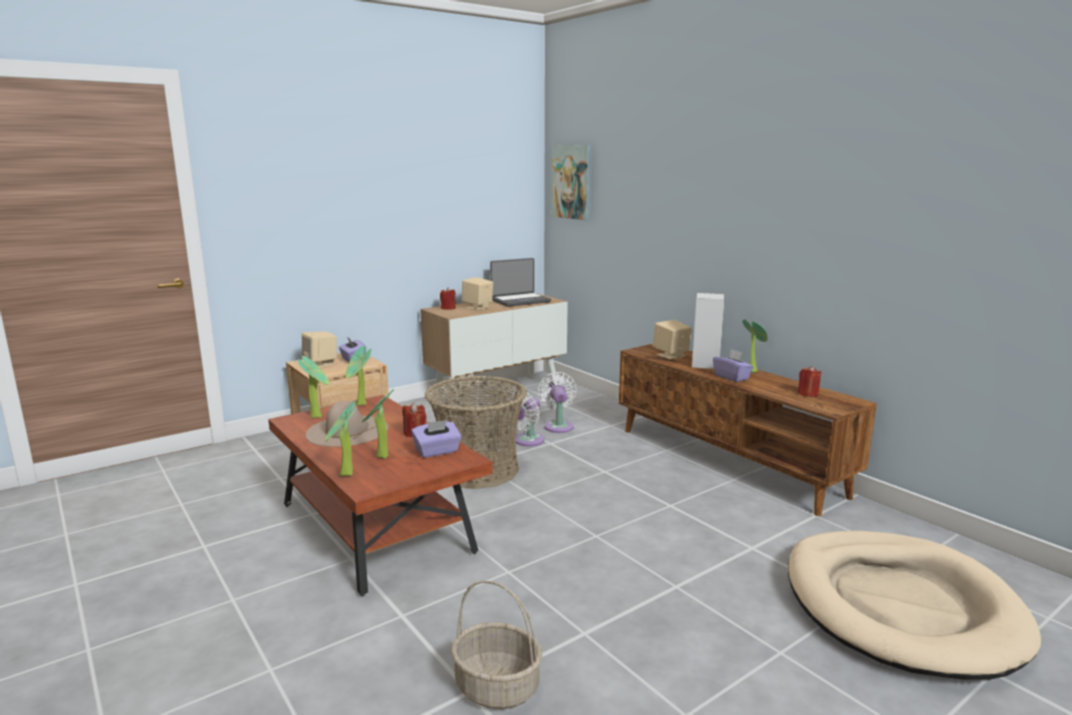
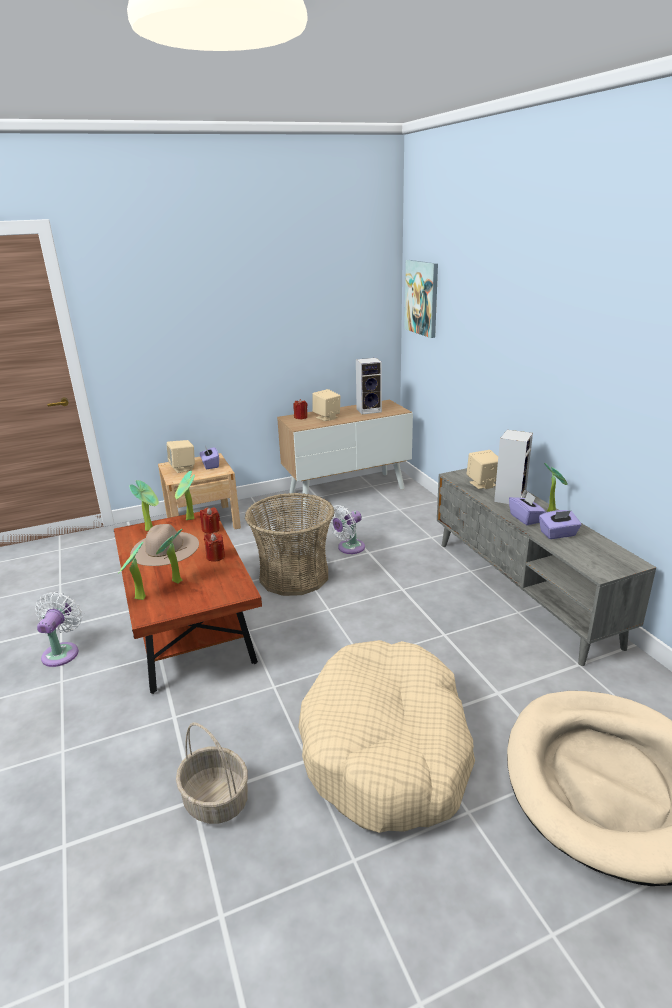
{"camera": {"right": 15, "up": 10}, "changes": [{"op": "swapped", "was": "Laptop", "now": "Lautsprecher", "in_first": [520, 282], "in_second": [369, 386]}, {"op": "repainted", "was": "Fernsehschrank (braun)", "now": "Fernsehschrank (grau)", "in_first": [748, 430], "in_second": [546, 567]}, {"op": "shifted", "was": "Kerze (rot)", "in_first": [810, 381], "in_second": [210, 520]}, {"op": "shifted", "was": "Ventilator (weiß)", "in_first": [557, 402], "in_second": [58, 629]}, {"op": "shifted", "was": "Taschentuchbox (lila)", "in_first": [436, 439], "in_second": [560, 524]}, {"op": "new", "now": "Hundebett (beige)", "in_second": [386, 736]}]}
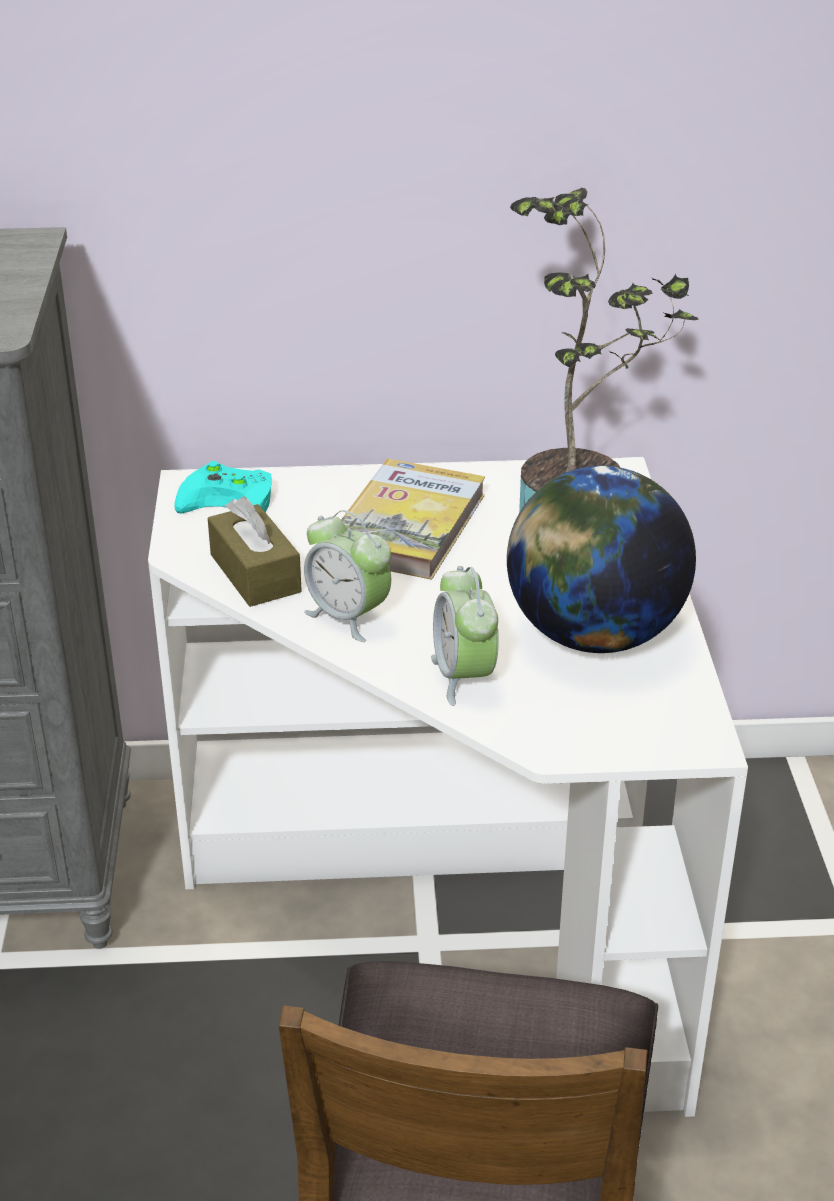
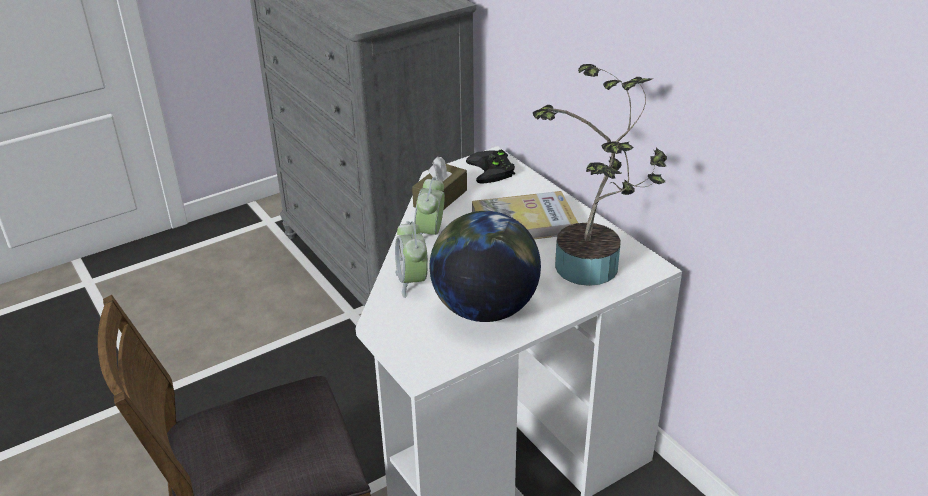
{"camera": {"right": 60, "up": 0}, "changes": [{"op": "repainted", "was": "Gamepad (türkis)", "now": "Gamepad (schwarz)", "in_first": [223, 487], "in_second": [490, 167]}, {"op": "rotated", "was": "Wecker", "in_first": [465, 636], "in_second": [411, 259], "clockwise": -60}]}
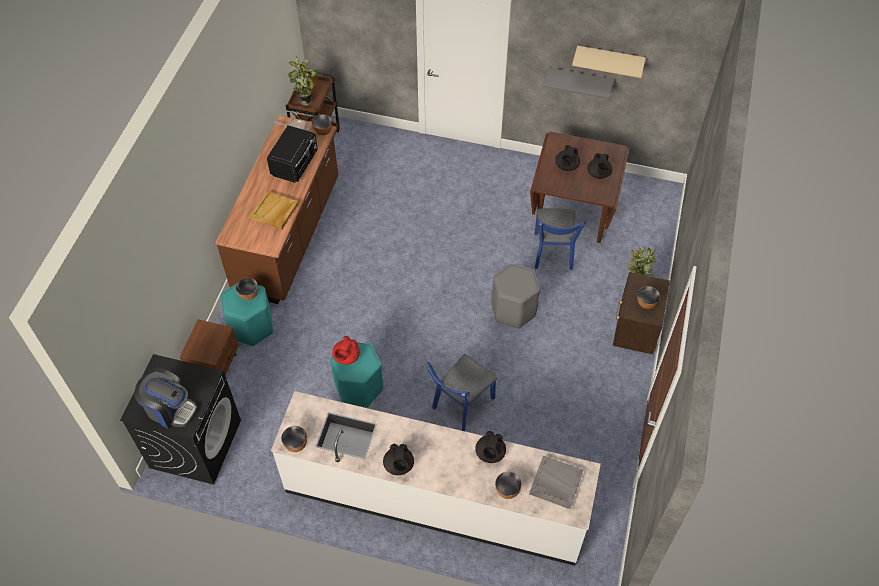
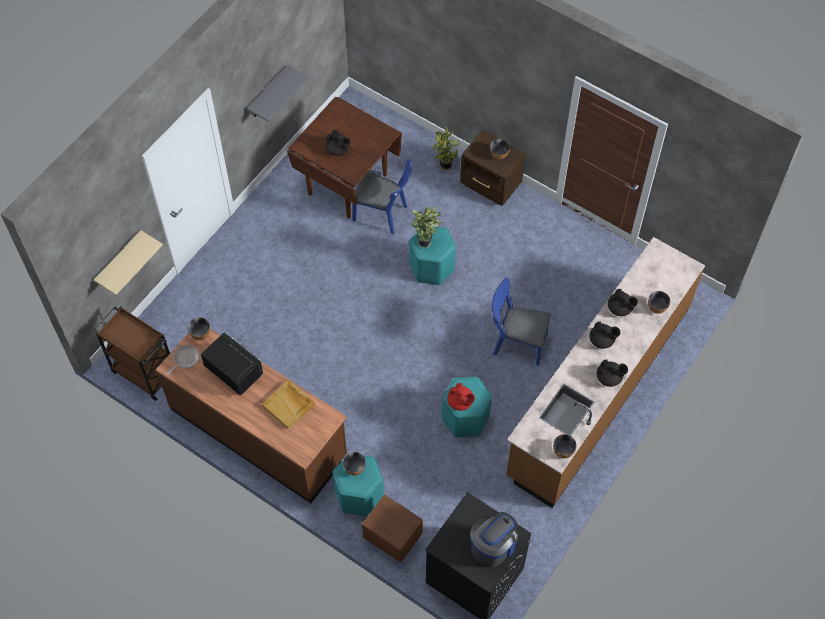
{"camera": {"right": -70, "up": 5}, "changes": [{"op": "shifted", "was": "Wandregal (beige)", "in_first": [609, 61], "in_second": [128, 262]}, {"op": "shifted", "was": "Topfpflanze", "in_first": [303, 81], "in_second": [427, 227]}, {"op": "shifted", "was": "Teekanne (schwarz)", "in_first": [599, 166], "in_second": [604, 335]}, {"op": "repainted", "was": "Hocker (grau)", "now": "Hocker (türkis)", "in_first": [515, 296], "in_second": [432, 256]}, {"op": "rotated", "was": "Stuhl (blau)", "in_first": [461, 392], "in_second": [521, 321], "clockwise": 135}, {"op": "repainted", "was": "Küchenzeile (weiß)", "now": "Küchenzeile (braun)", "in_first": [436, 478], "in_second": [605, 372]}, {"op": "gone", "was": "Tablett (grau)", "in_first": [556, 482]}]}
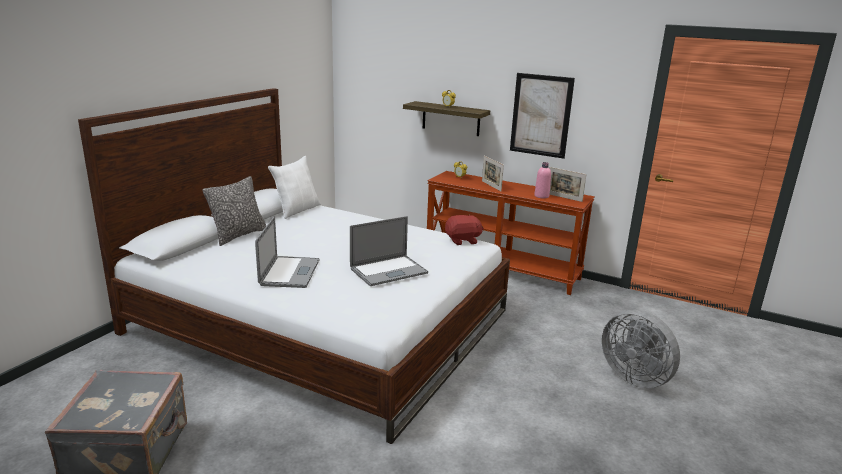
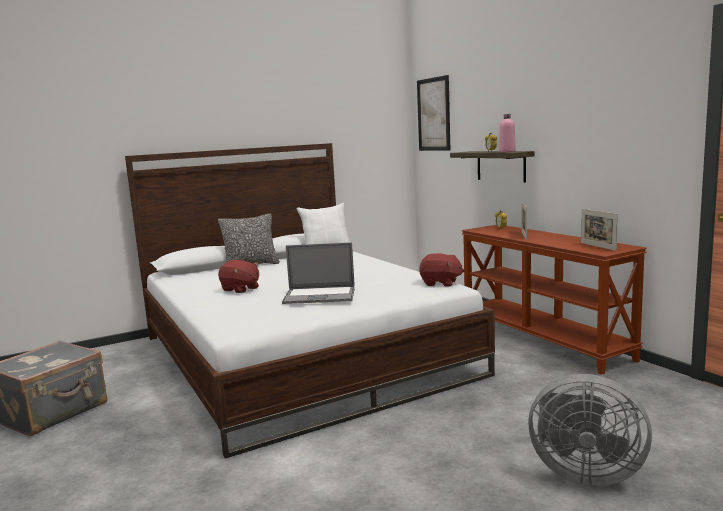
{"camera": {"right": 35, "up": -10}, "changes": [{"op": "shifted", "was": "Bild", "in_first": [542, 116], "in_second": [433, 113]}, {"op": "shifted", "was": "Flasche (rosa)", "in_first": [542, 180], "in_second": [507, 133]}, {"op": "swapped", "was": "Laptop", "now": "Plüschtier (rot)", "in_first": [287, 252], "in_second": [238, 276]}, {"op": "rotated", "was": "Ventilator (grau)", "in_first": [641, 349], "in_second": [590, 430], "clockwise": -60}]}
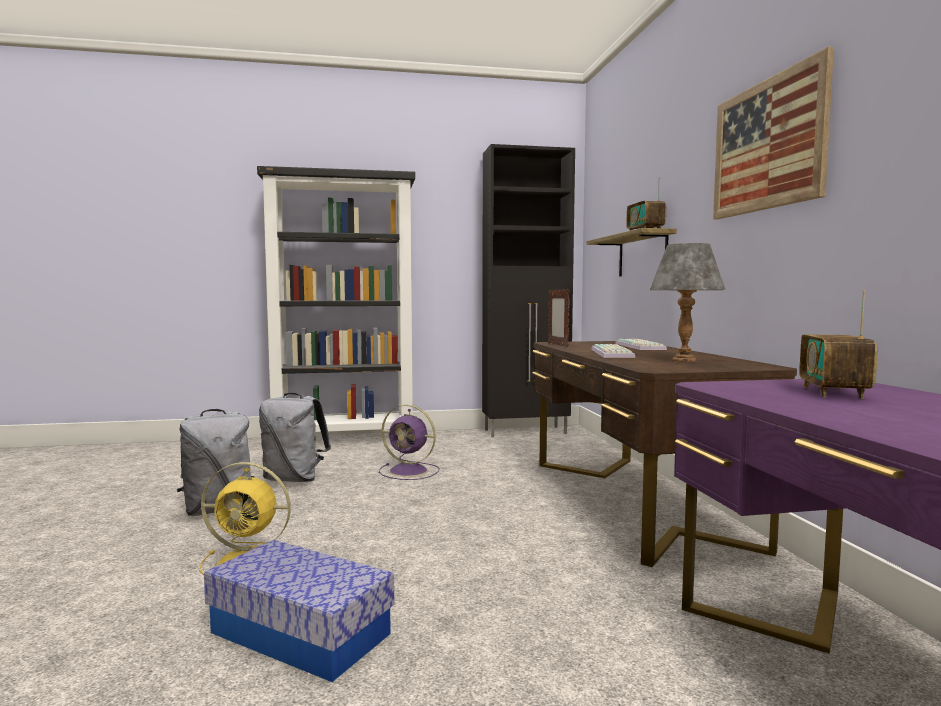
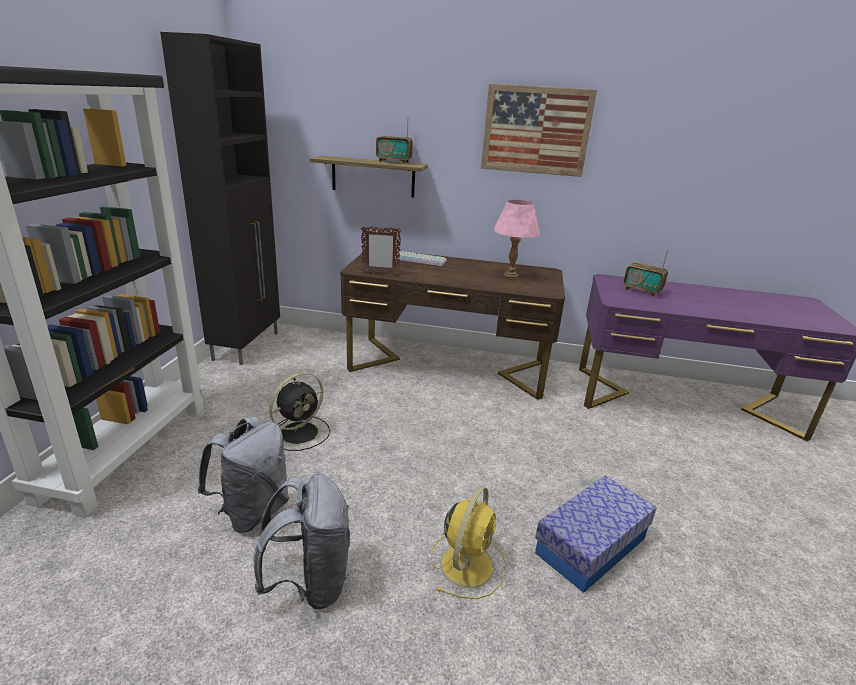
{"camera": {"right": -70, "up": 20}, "changes": [{"op": "repainted", "was": "Tischlampe (grau)", "now": "Tischlampe (rosa)", "in_first": [687, 302], "in_second": [516, 239]}, {"op": "gone", "was": "Tastatur", "in_first": [613, 351]}, {"op": "repainted", "was": "Ventilator (lila)", "now": "Ventilator (schwarz)", "in_first": [409, 442], "in_second": [299, 412]}]}
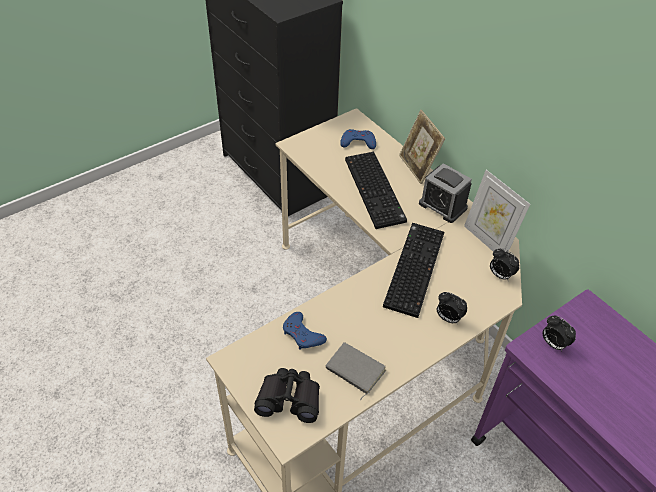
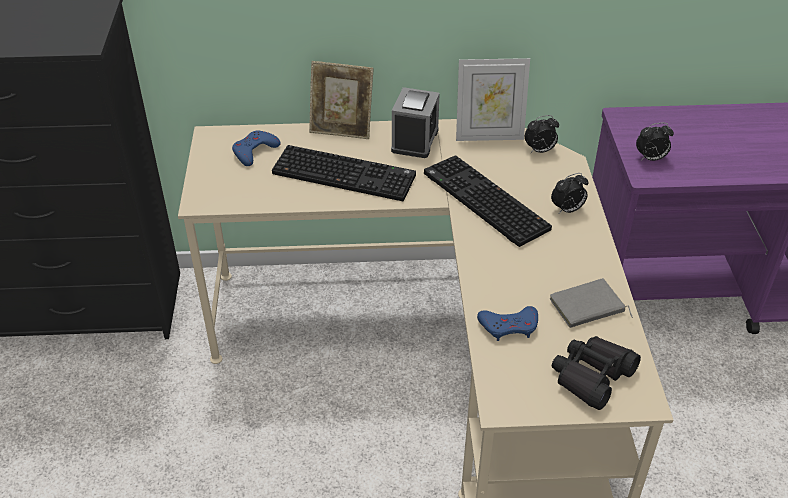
{"camera": {"right": -55, "up": -5}, "changes": [{"op": "rotated", "was": "Wecker", "in_first": [445, 193], "in_second": [415, 122], "clockwise": -60}]}
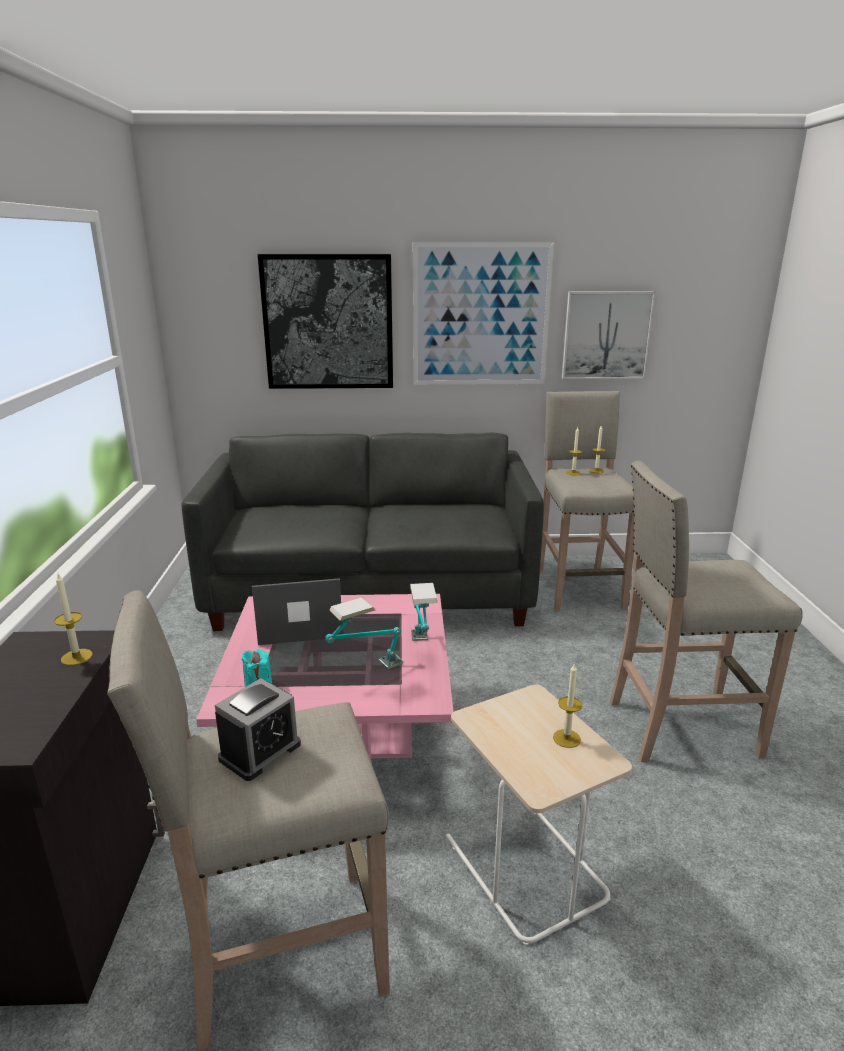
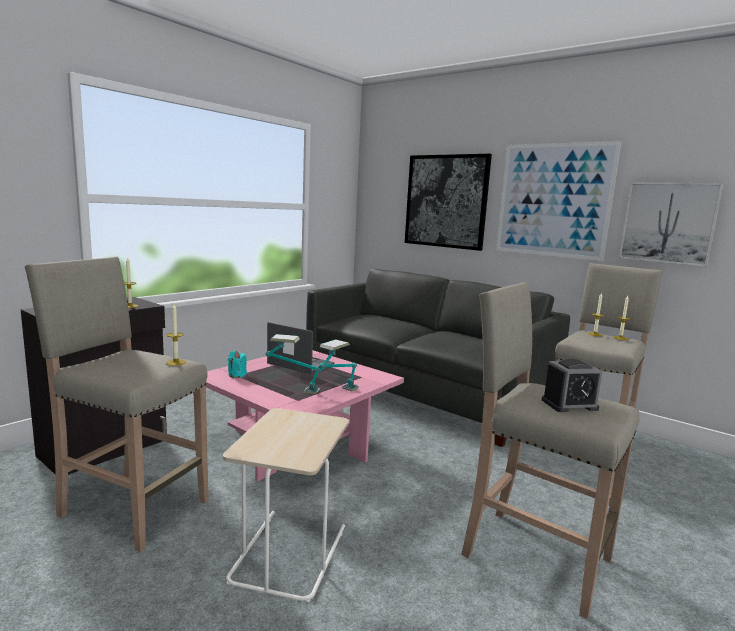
{"camera": {"right": 40, "up": -10}, "changes": [{"op": "shifted", "was": "Kerze", "in_first": [568, 705], "in_second": [176, 335]}, {"op": "shifted", "was": "Wecker", "in_first": [258, 729], "in_second": [572, 385]}]}
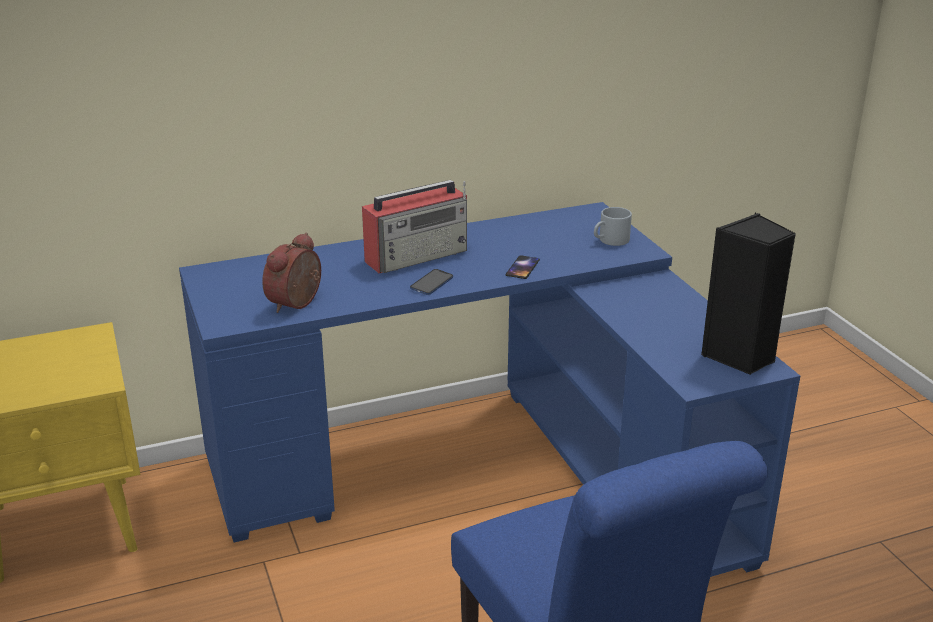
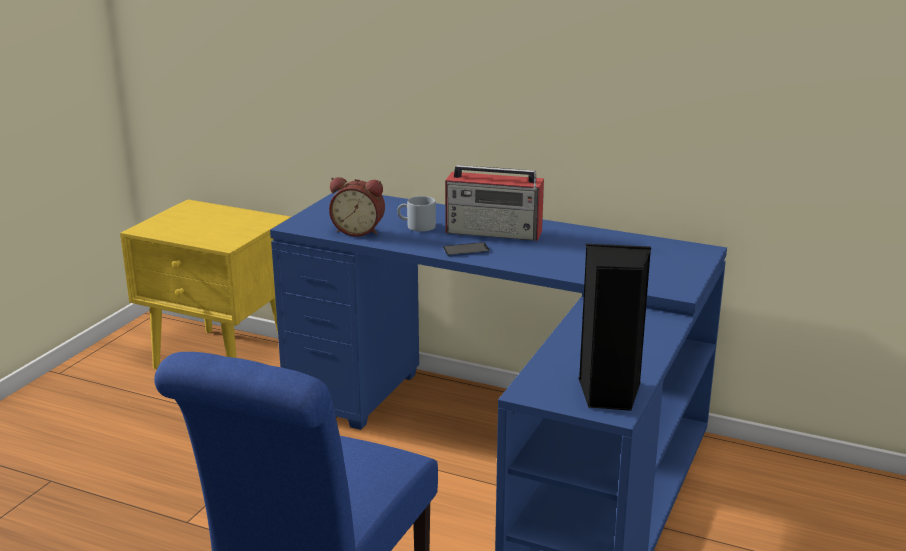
{"camera": {"right": 45, "up": -5}, "changes": [{"op": "shifted", "was": "Henkelbecher (grau)", "in_first": [613, 226], "in_second": [416, 214]}, {"op": "rotated", "was": "Wecker", "in_first": [291, 273], "in_second": [357, 207], "clockwise": -150}, {"op": "gone", "was": "Handy", "in_first": [523, 267]}]}
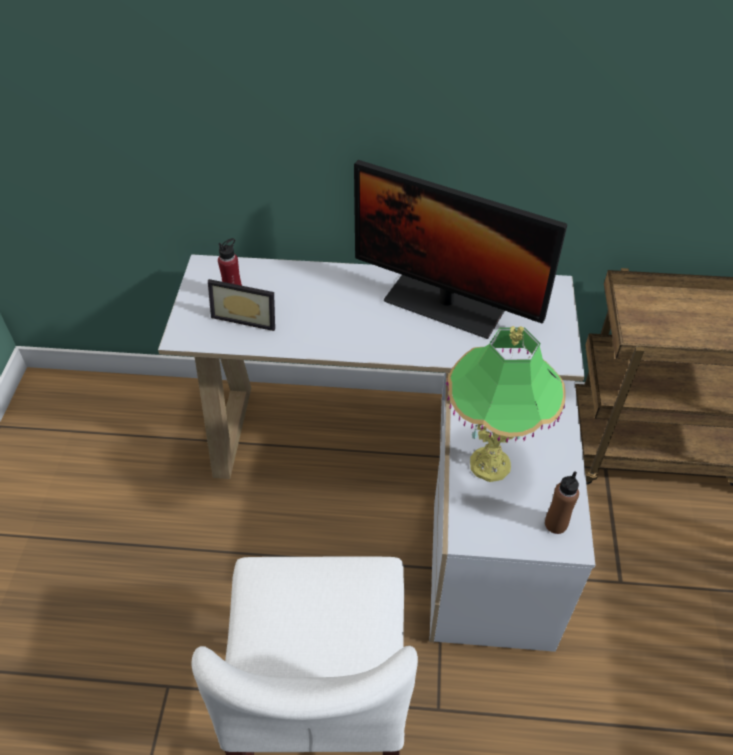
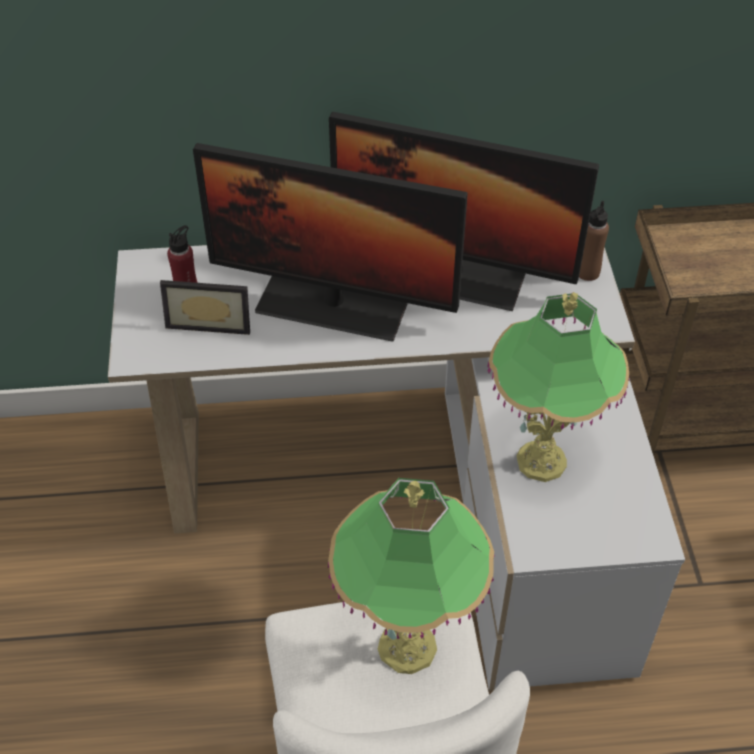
{"camera": {"right": -10, "up": 0}, "changes": [{"op": "shifted", "was": "Flasche (braun)", "in_first": [562, 502], "in_second": [594, 241]}, {"op": "new", "now": "Monitor", "in_second": [330, 242]}, {"op": "new", "now": "Tischlampe", "in_second": [411, 576]}]}
